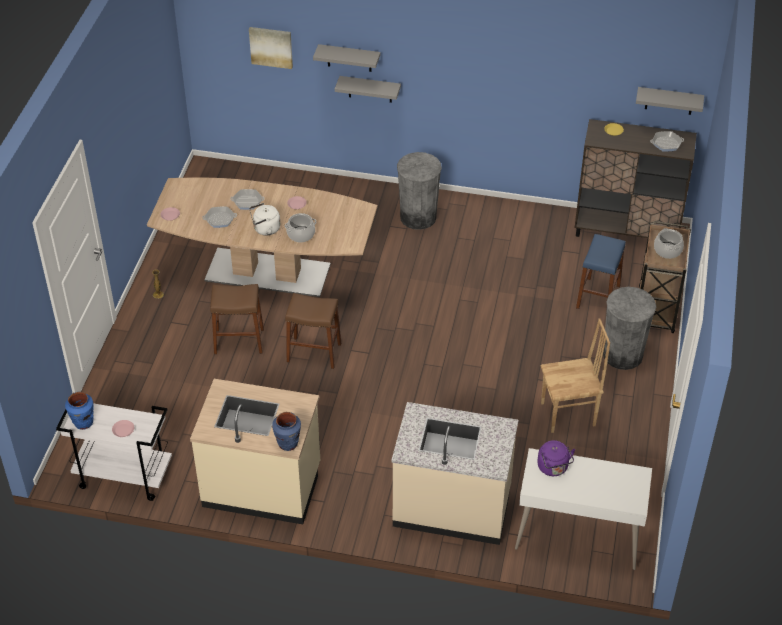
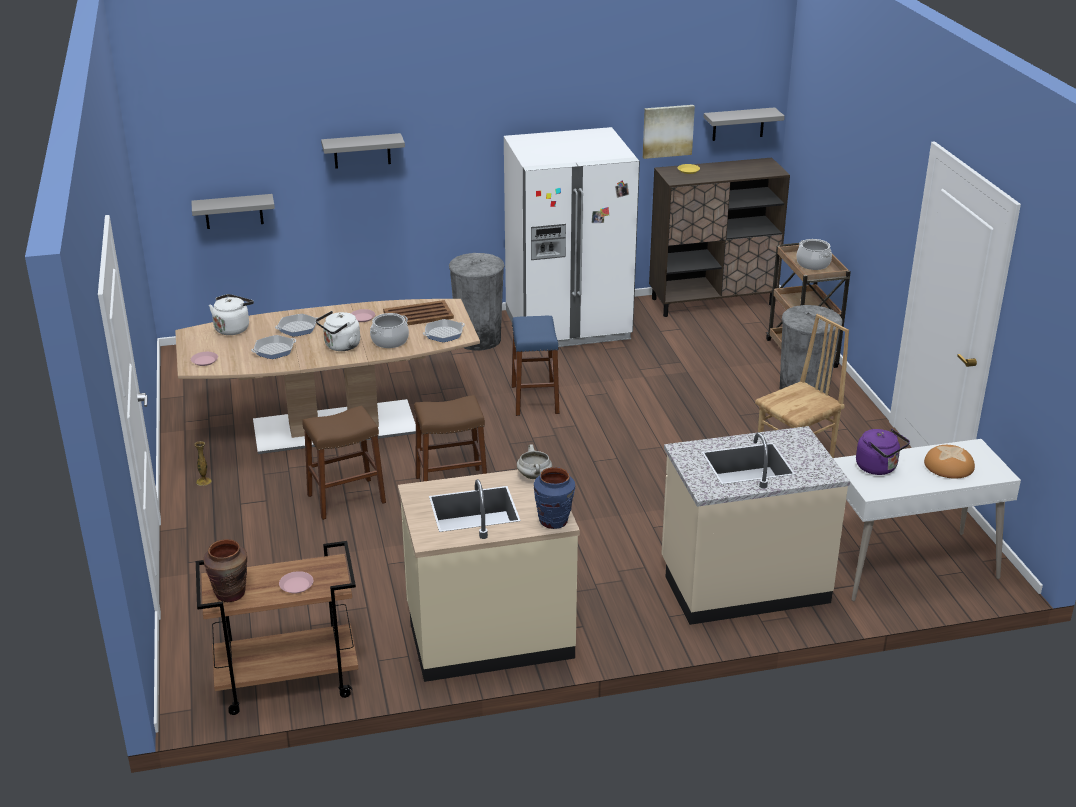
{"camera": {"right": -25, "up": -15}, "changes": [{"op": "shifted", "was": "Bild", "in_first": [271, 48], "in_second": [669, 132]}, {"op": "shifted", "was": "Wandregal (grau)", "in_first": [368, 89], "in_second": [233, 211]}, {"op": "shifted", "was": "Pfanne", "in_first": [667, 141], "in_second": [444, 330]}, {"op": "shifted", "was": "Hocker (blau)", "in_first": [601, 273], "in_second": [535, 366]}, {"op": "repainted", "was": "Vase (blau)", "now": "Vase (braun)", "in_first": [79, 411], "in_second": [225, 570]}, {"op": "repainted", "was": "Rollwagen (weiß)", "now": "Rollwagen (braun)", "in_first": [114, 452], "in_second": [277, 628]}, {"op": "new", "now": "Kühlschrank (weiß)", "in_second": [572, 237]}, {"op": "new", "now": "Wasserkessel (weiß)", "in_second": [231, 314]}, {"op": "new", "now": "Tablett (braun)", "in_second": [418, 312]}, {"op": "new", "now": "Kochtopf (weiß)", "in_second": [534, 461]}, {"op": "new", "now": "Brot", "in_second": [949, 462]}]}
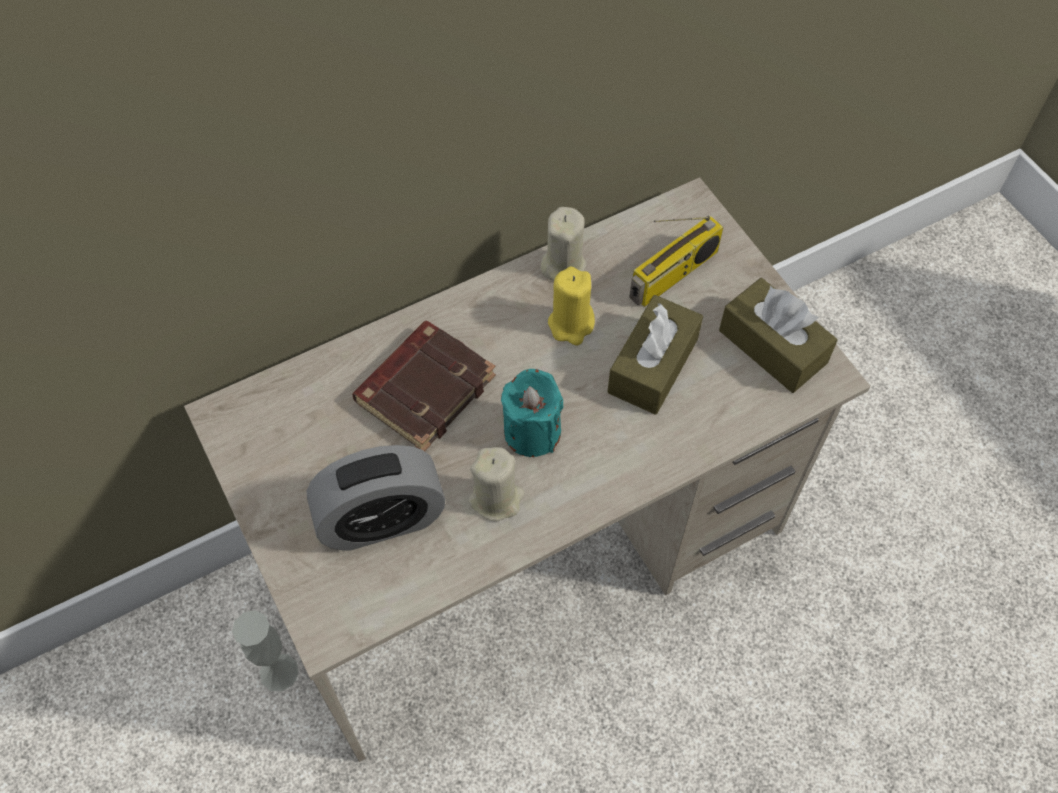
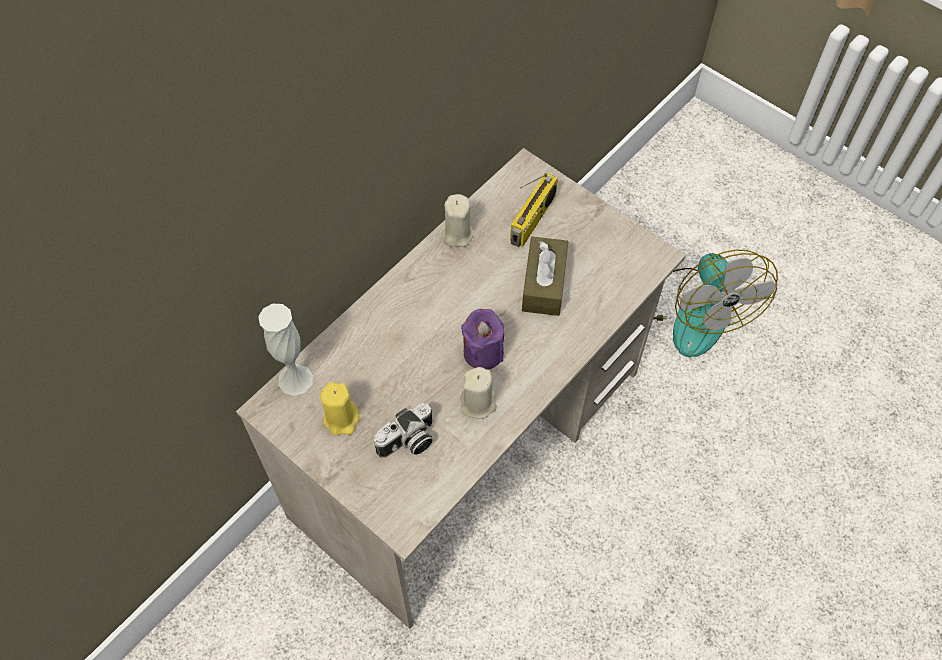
{"camera": {"right": -20, "up": 0}, "changes": [{"op": "shifted", "was": "Kerze (gelb)", "in_first": [571, 306], "in_second": [339, 409]}, {"op": "gone", "was": "Taschentuchbox (braun)", "in_first": [778, 335]}, {"op": "gone", "was": "Buch (braun)", "in_first": [424, 386]}, {"op": "repainted", "was": "Kerze (türkis)", "now": "Kerze (lila)", "in_first": [532, 413], "in_second": [482, 339]}, {"op": "swapped", "was": "Wecker", "now": "Kamera", "in_first": [376, 498], "in_second": [403, 430]}, {"op": "shifted", "was": "Vase (weiß)", "in_first": [265, 650], "in_second": [285, 350]}, {"op": "new", "now": "Ventilator", "in_second": [715, 303]}]}
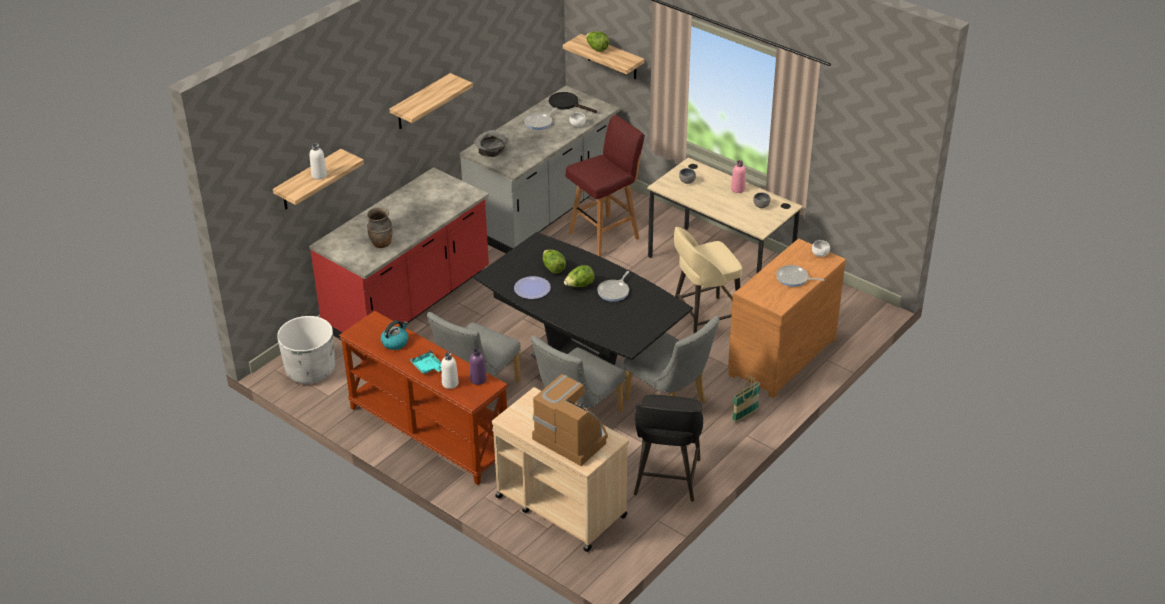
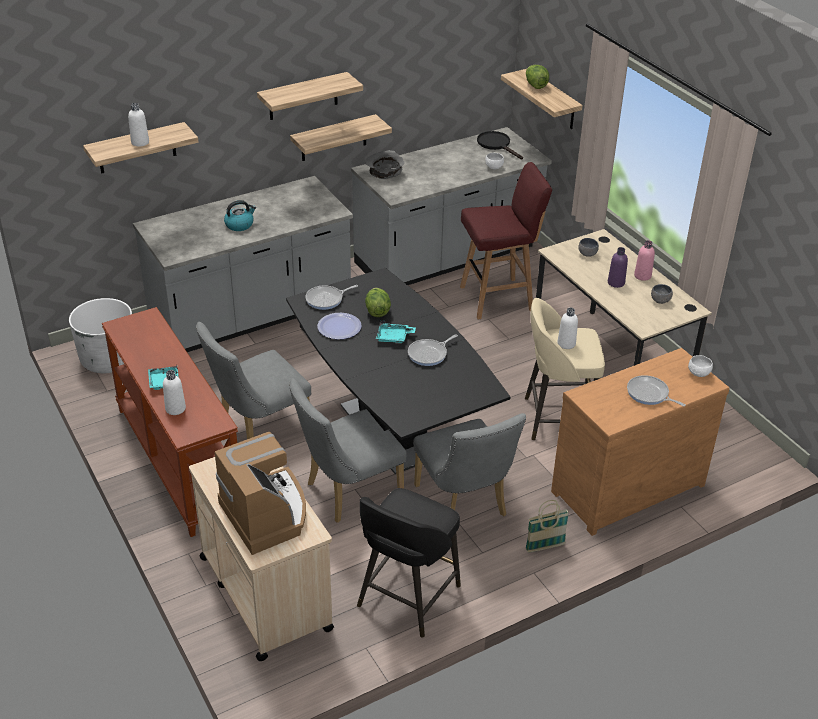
{"camera": {"right": 20, "up": 0}, "changes": [{"op": "shifted", "was": "Pfanne", "in_first": [541, 119], "in_second": [332, 297]}, {"op": "repainted", "was": "Küchenzeile (rot)", "now": "Küchenzeile (grau)", "in_first": [399, 253], "in_second": [243, 264]}, {"op": "gone", "was": "Vase (braun)", "in_first": [379, 228]}, {"op": "swapped", "was": "Salatkopf", "now": "Tablett (türkis)", "in_first": [579, 276], "in_second": [396, 332]}, {"op": "shifted", "was": "Wasserkessel", "in_first": [395, 335], "in_second": [240, 215]}, {"op": "shifted", "was": "Flasche (lila)", "in_first": [478, 366], "in_second": [618, 267]}, {"op": "new", "now": "Wandregal", "in_second": [341, 137]}, {"op": "new", "now": "Flasche (weiß)", "in_second": [567, 328]}]}
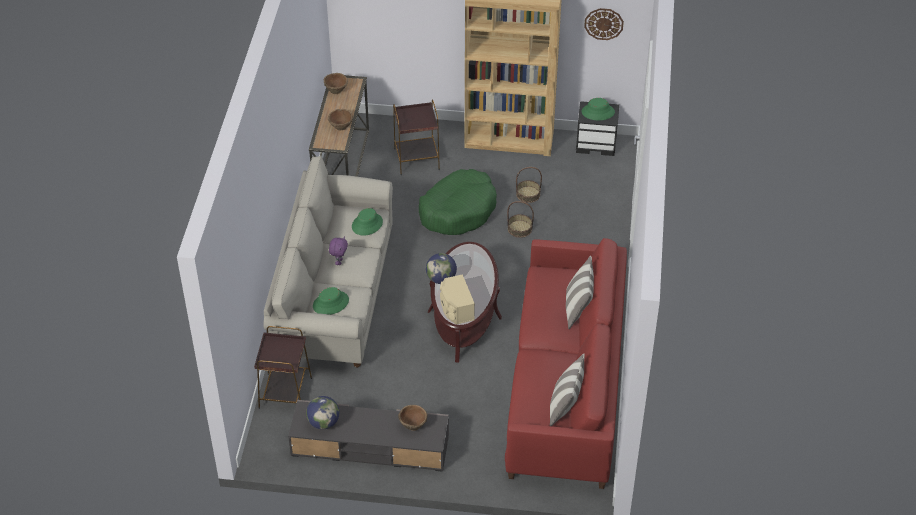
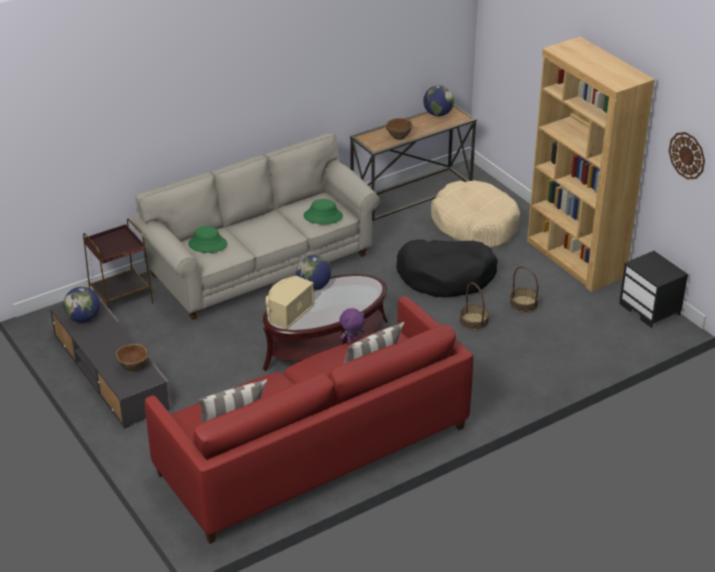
{"camera": {"right": 50, "up": -10}, "changes": [{"op": "swapped", "was": "Schüssel (braun)", "now": "Globus", "in_first": [336, 83], "in_second": [438, 100]}, {"op": "gone", "was": "Hut (grün)", "in_first": [598, 109]}, {"op": "swapped", "was": "Beistelltisch (braun)", "now": "Hundebett (beige)", "in_first": [416, 137], "in_second": [475, 214]}, {"op": "repainted", "was": "Hundebett (grün)", "now": "Hundebett (schwarz)", "in_first": [458, 202], "in_second": [447, 268]}, {"op": "shifted", "was": "Plüschtier (lila)", "in_first": [338, 251], "in_second": [352, 326]}]}
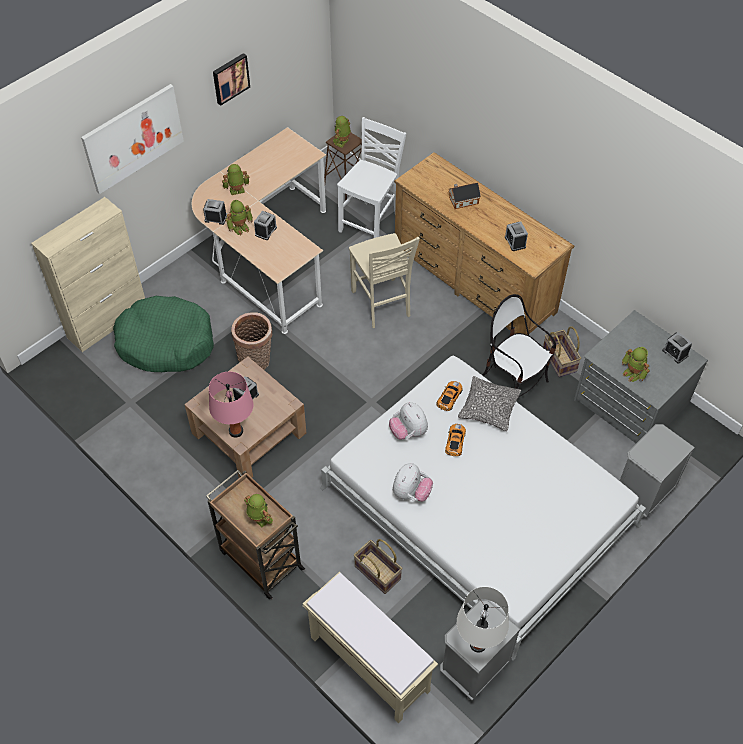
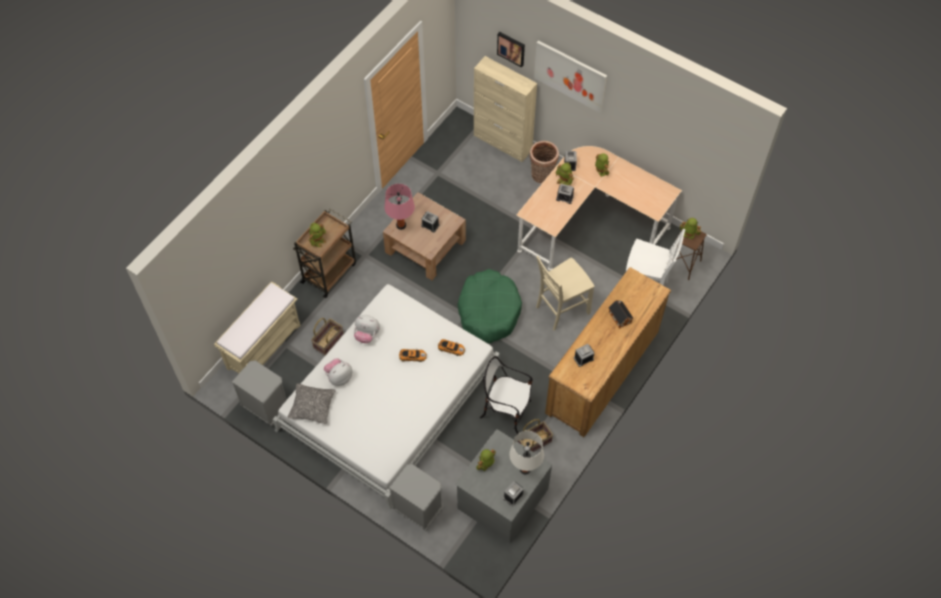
{"camera": {"right": 80, "up": 5}, "changes": [{"op": "shifted", "was": "Bild", "in_first": [231, 79], "in_second": [511, 49]}, {"op": "rotated", "was": "Stuhl", "in_first": [519, 345], "in_second": [506, 395], "clockwise": -105}, {"op": "shifted", "was": "Hundebett (grün)", "in_first": [163, 334], "in_second": [489, 306]}, {"op": "shifted", "was": "Korb", "in_first": [251, 341], "in_second": [544, 162]}, {"op": "shifted", "was": "Kissen", "in_first": [489, 403], "in_second": [311, 403]}, {"op": "shifted", "was": "Plüschtier", "in_first": [408, 421], "in_second": [338, 372]}, {"op": "shifted", "was": "Tischlampe (weiß)", "in_first": [483, 620], "in_second": [526, 452]}]}
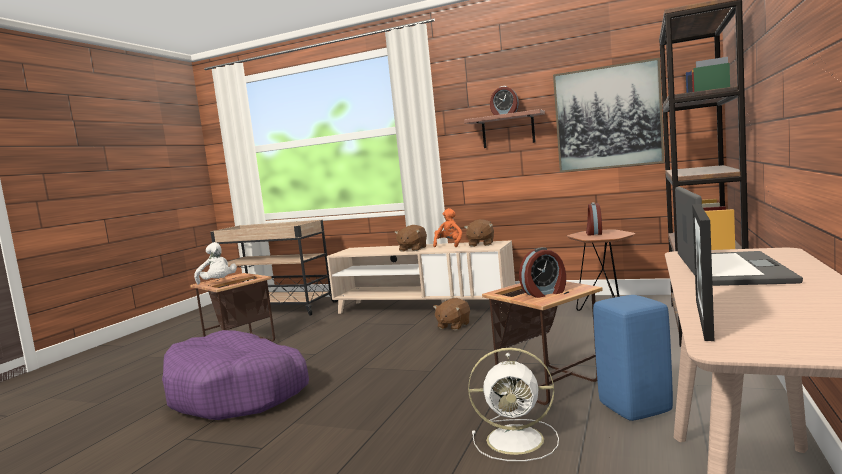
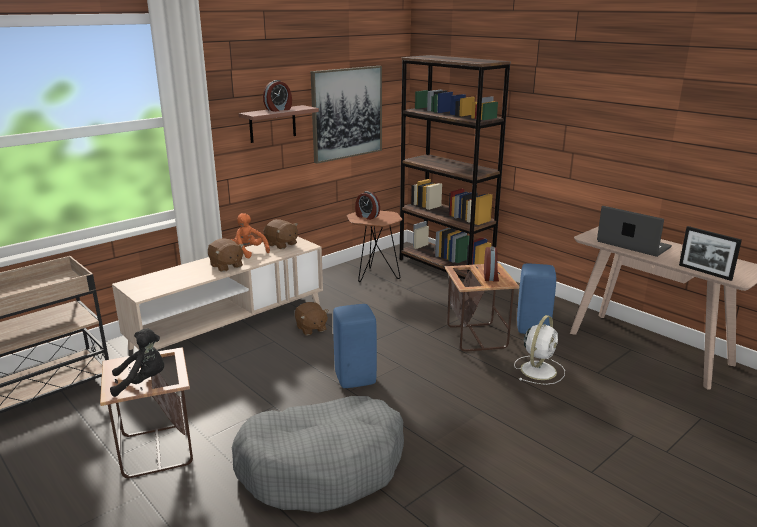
{"camera": {"right": -65, "up": 15}, "changes": [{"op": "repainted", "was": "Plüschtier (weiß)", "now": "Plüschtier (schwarz)", "in_first": [215, 263], "in_second": [137, 362]}, {"op": "repainted", "was": "Hundebett (lila)", "now": "Hundebett (grau)", "in_first": [235, 375], "in_second": [318, 454]}, {"op": "new", "now": "Hocker (blau)", "in_second": [355, 346]}]}
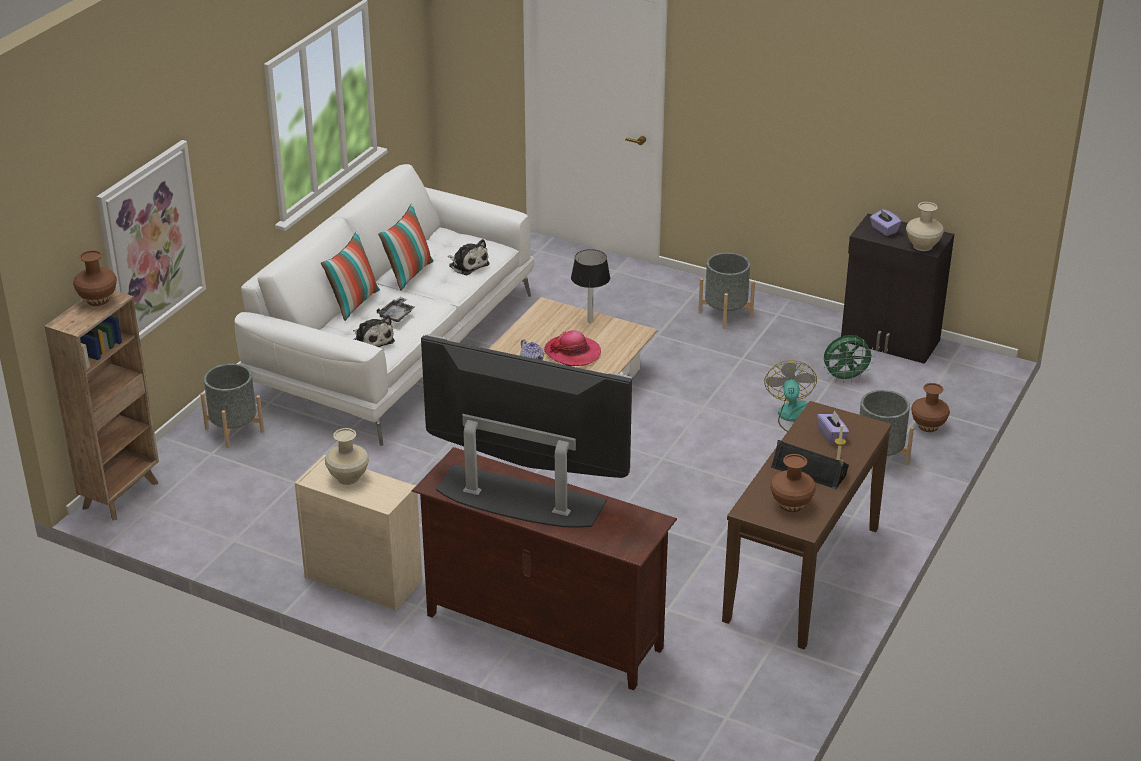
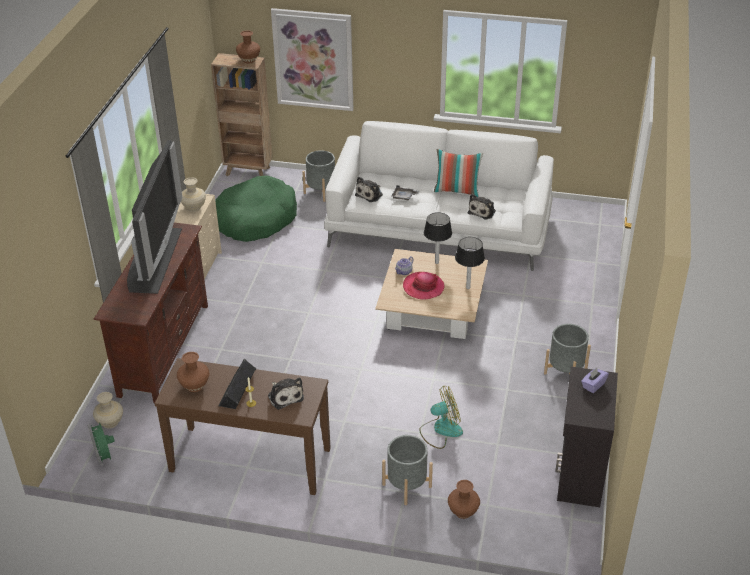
{"camera": {"right": 75, "up": 5}, "changes": [{"op": "shifted", "was": "Vase (beige)", "in_first": [925, 226], "in_second": [108, 410]}, {"op": "gone", "was": "Kissen", "in_first": [350, 276]}, {"op": "shifted", "was": "Ventilator (grün)", "in_first": [849, 359], "in_second": [101, 444]}, {"op": "swapped", "was": "Taschentuchbox (lila)", "now": "Plüschtier", "in_first": [833, 427], "in_second": [286, 394]}, {"op": "new", "now": "Hundebett (grün)", "in_second": [256, 208]}, {"op": "new", "now": "Tischlampe", "in_second": [438, 238]}]}
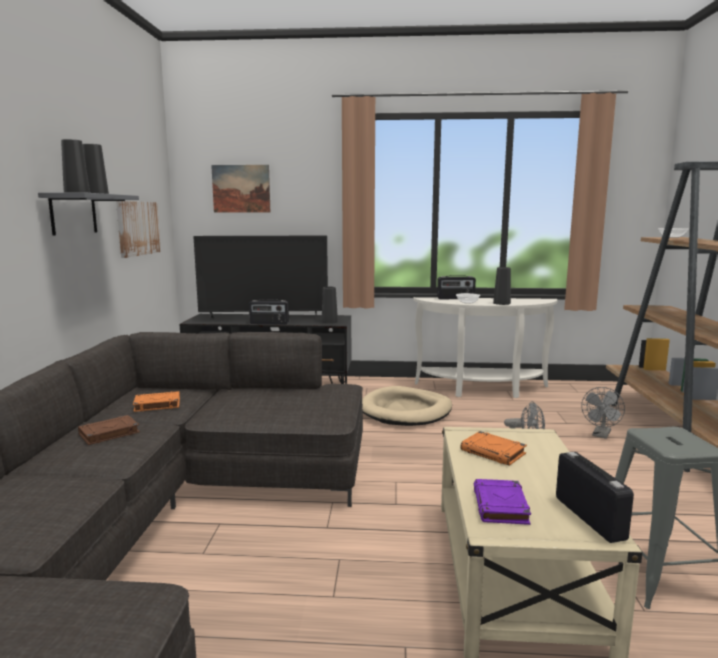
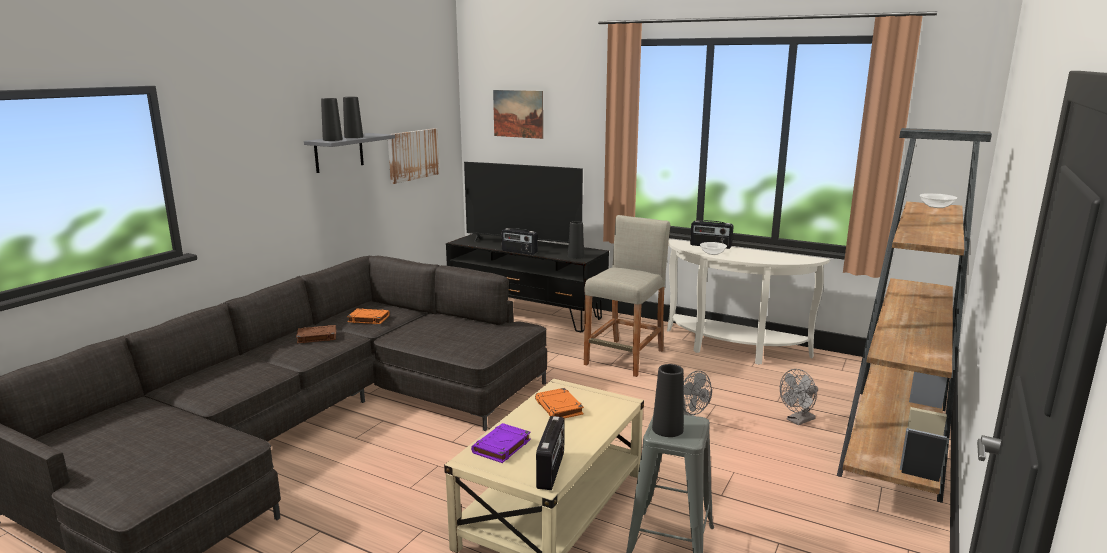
{"camera": {"right": 25, "up": 5}, "changes": [{"op": "shifted", "was": "Vase (schwarz)", "in_first": [502, 286], "in_second": [668, 400]}, {"op": "swapped", "was": "Hundebett (beige)", "now": "Hocker (beige)", "in_first": [407, 406], "in_second": [627, 296]}]}
